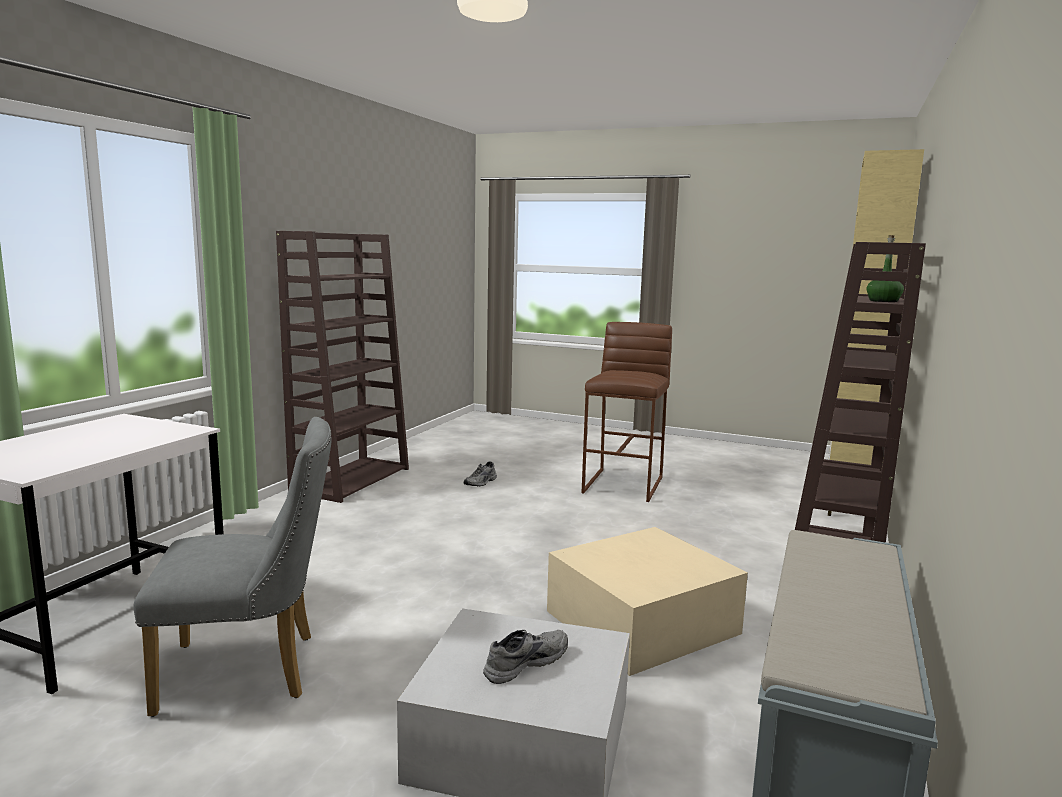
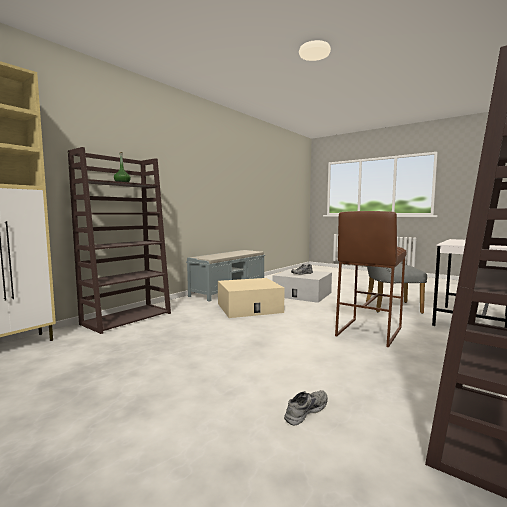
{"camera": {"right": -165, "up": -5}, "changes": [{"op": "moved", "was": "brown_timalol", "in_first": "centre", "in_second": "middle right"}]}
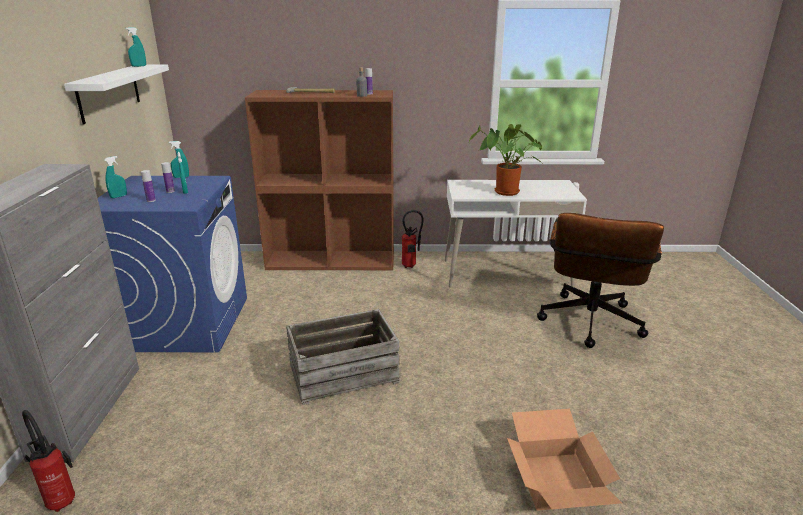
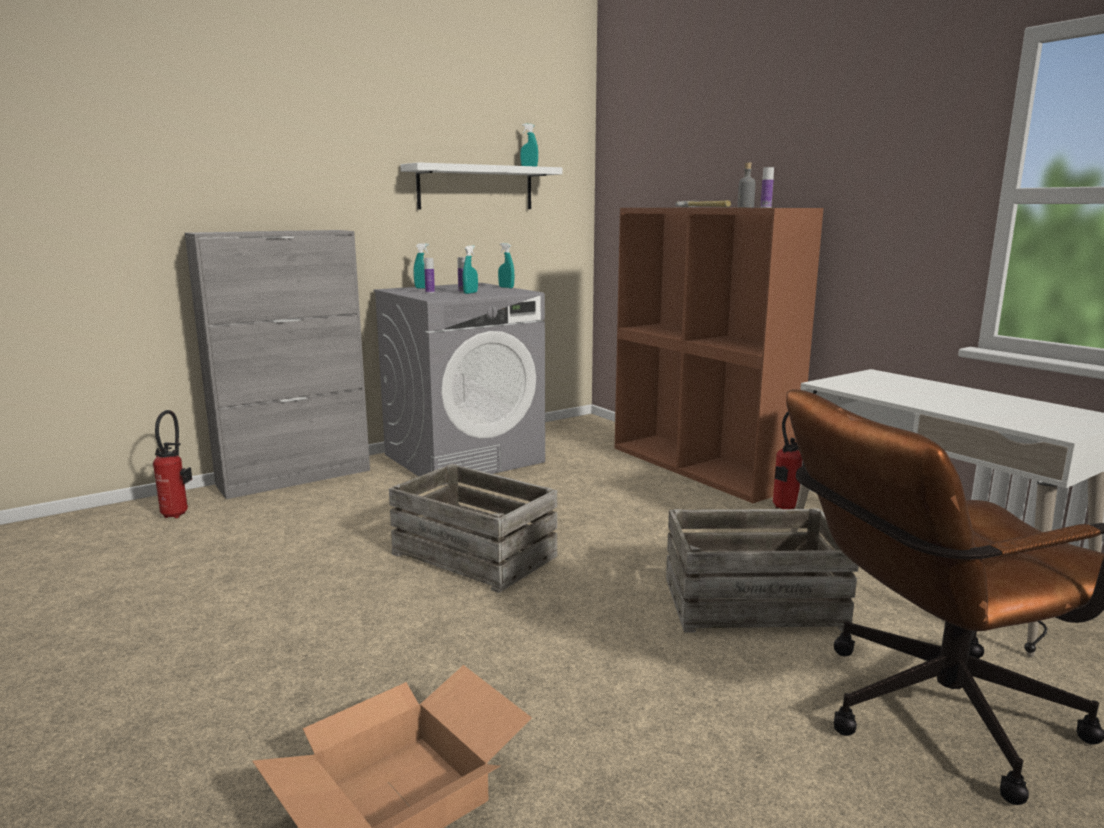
{"camera": {"right": 55, "up": -10}, "changes": [{"op": "removed", "was": "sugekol", "in_first": "top centre"}, {"op": "added", "now": "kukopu (2nd from left)", "in_second": "bottom right"}, {"op": "recoloured", "was": "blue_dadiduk", "now": "grey_dadiduk", "in_first": "middle left", "in_second": "centre"}]}
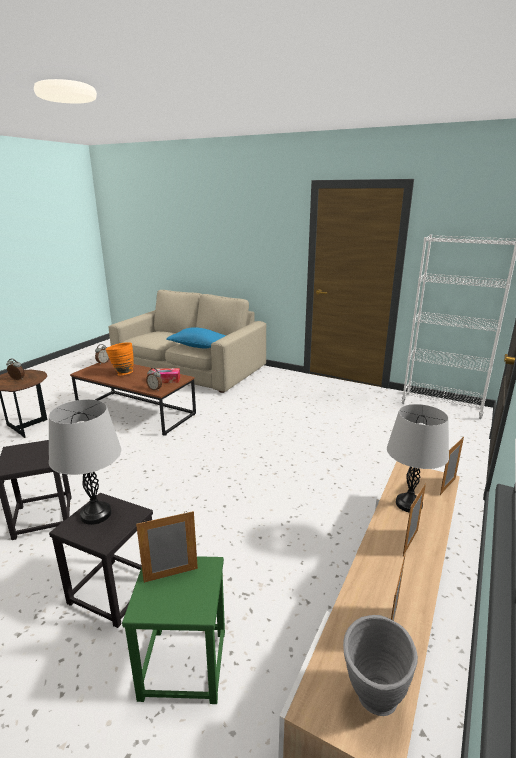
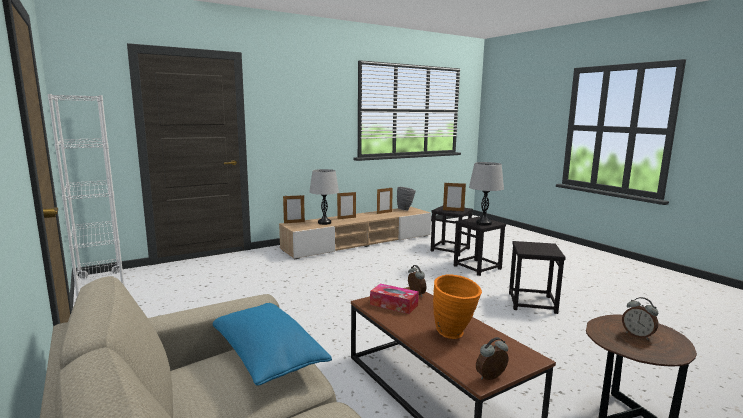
{"camera": {"right": -150, "up": -10}, "changes": [{"op": "recoloured", "was": "green_timalol", "now": "black_timalol (1st from left)", "in_first": "bottom centre", "in_second": "centre"}]}
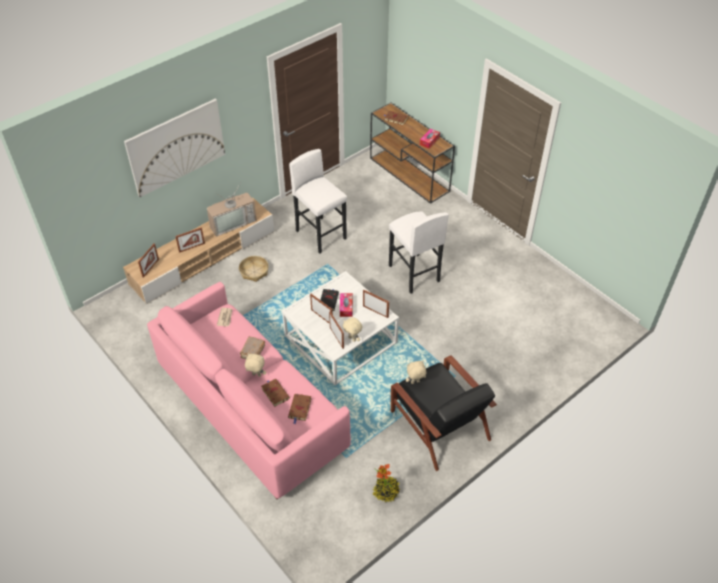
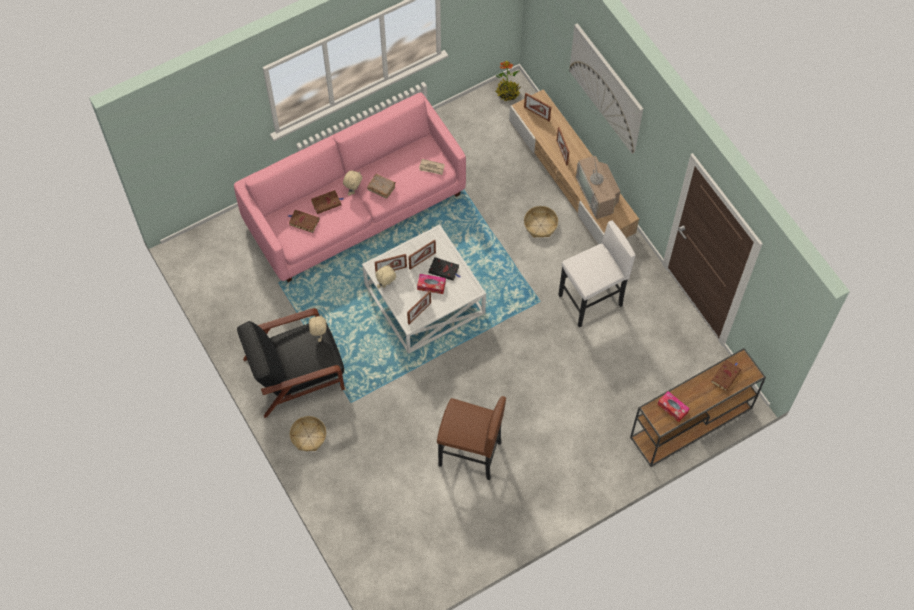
{"camera": {"right": 100, "up": 15}, "changes": [{"op": "removed", "was": "white_timalol (2nd from left)", "in_first": "centre"}, {"op": "added", "now": "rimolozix (1st from left)", "in_second": "bottom centre"}, {"op": "added", "now": "brown_timalol", "in_second": "bottom centre"}, {"op": "moved", "was": "sugekol", "in_first": "bottom centre", "in_second": "top centre"}]}
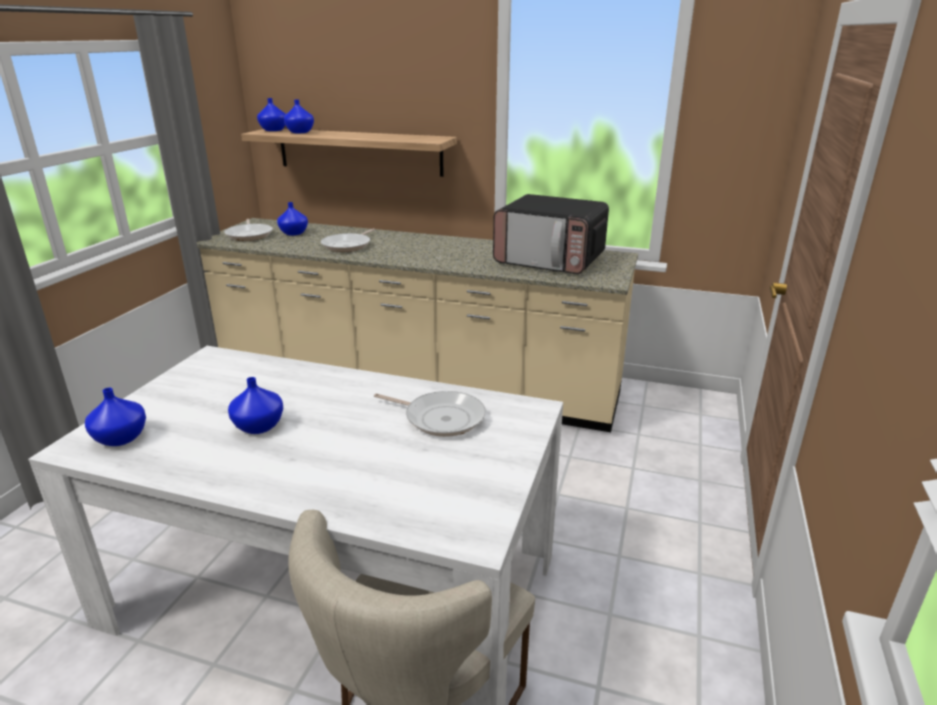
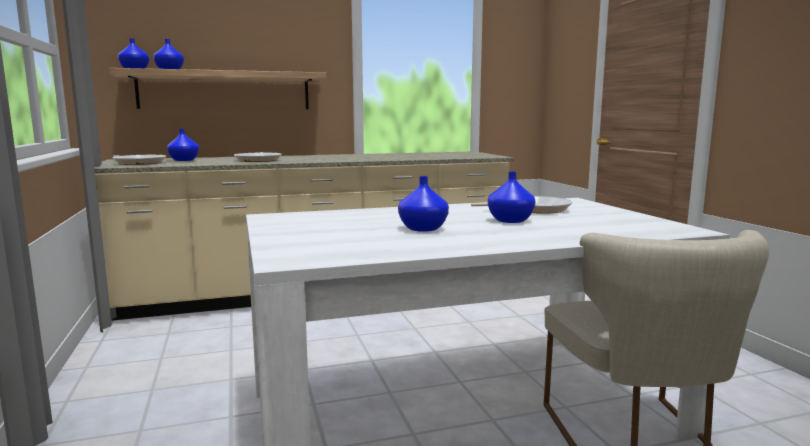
{"camera": {"right": -35, "up": -15}, "changes": [{"op": "removed", "was": "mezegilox", "in_first": "top centre"}, {"op": "moved", "was": "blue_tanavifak (1st from left in the first image)", "now": "blue_tanavifak (5th from left)", "in_first": "middle left", "in_second": "centre"}]}
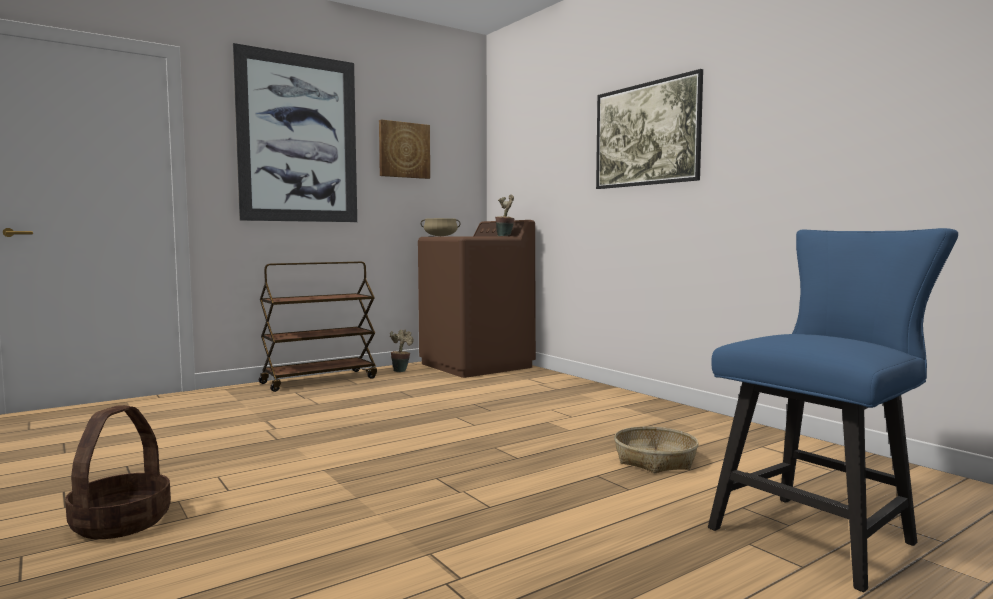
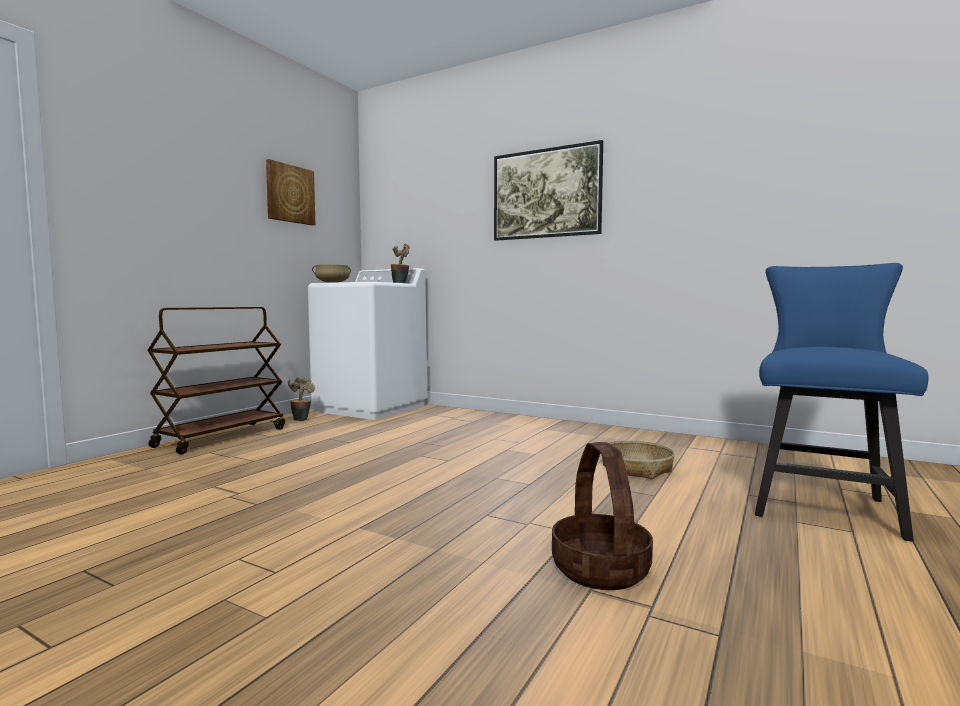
{"camera": {"right": -25, "up": 0}, "changes": [{"op": "removed", "was": "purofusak (1st from left)", "in_first": "top left"}, {"op": "moved", "was": "rimolozix (1st from left)", "in_first": "bottom left", "in_second": "bottom centre"}, {"op": "recoloured", "was": "brown_dadiduk", "now": "white_dadiduk", "in_first": "centre", "in_second": "centre"}]}
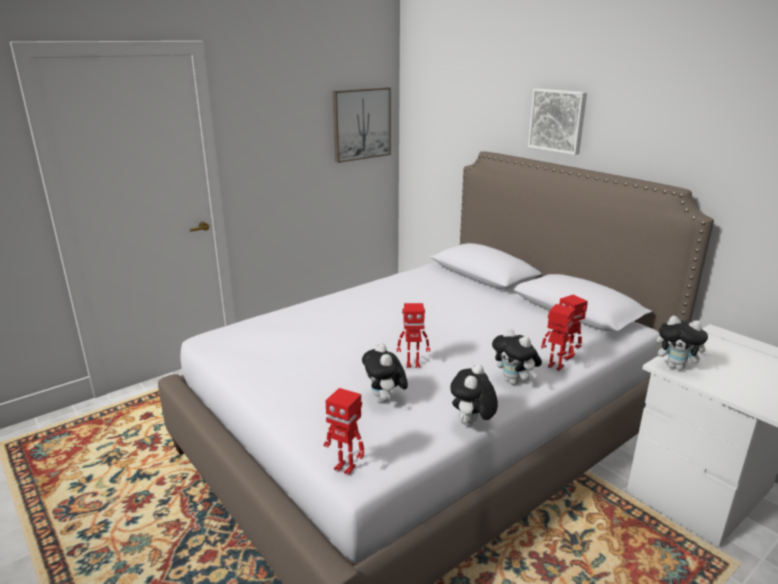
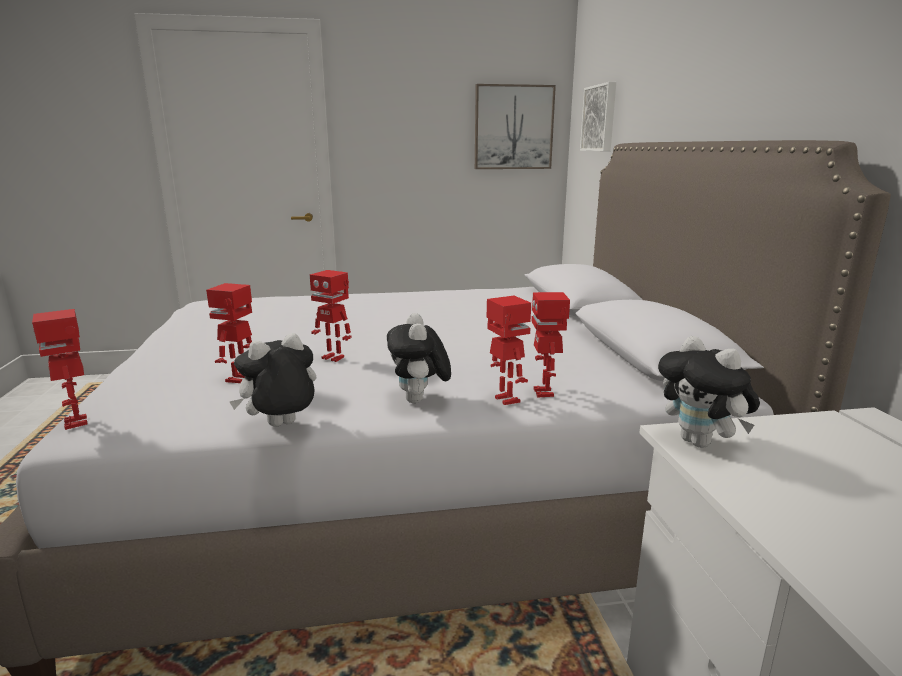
{"camera": {"right": 30, "up": -5}, "changes": [{"op": "moved", "was": "purofusak (2nd from left)", "in_first": "top right", "in_second": "top centre"}, {"op": "replaced", "was": "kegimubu (1st from left)", "now": "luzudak (2nd from left)", "in_first": "centre", "in_second": "middle left"}]}
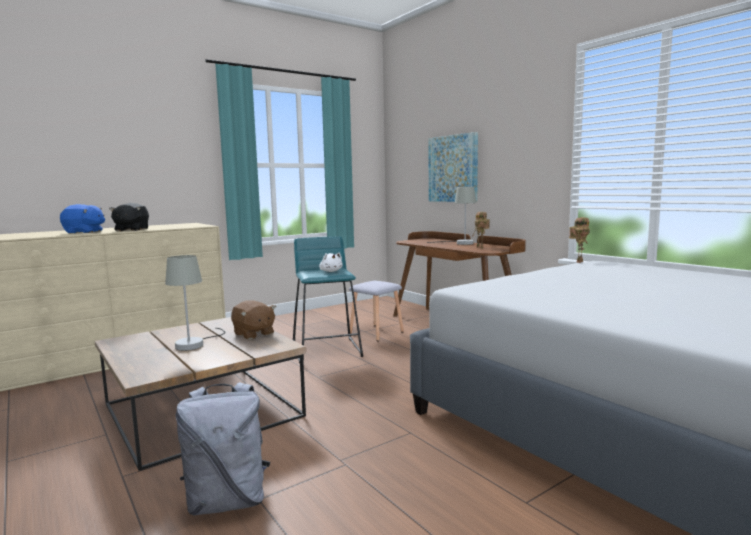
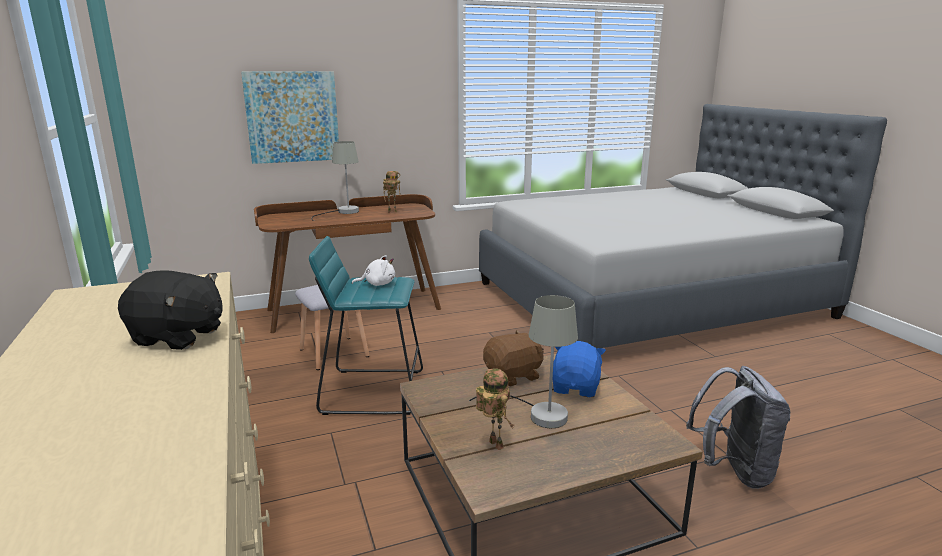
{"camera": {"right": -75, "up": 10}, "changes": [{"op": "moved", "was": "blue_kegimubu", "in_first": "middle left", "in_second": "centre"}, {"op": "moved", "was": "luzudak (2nd from left)", "in_first": "middle right", "in_second": "bottom centre"}]}
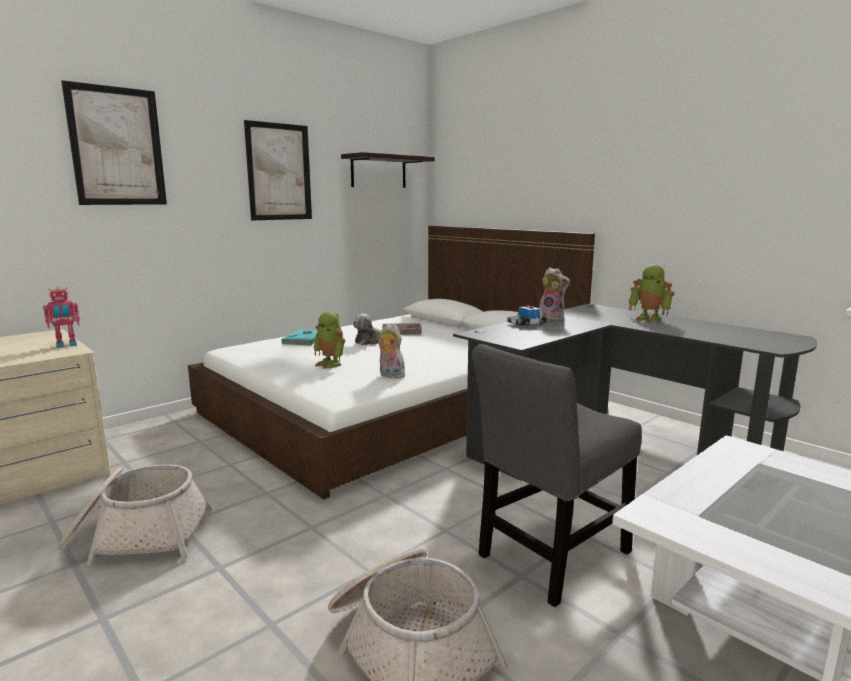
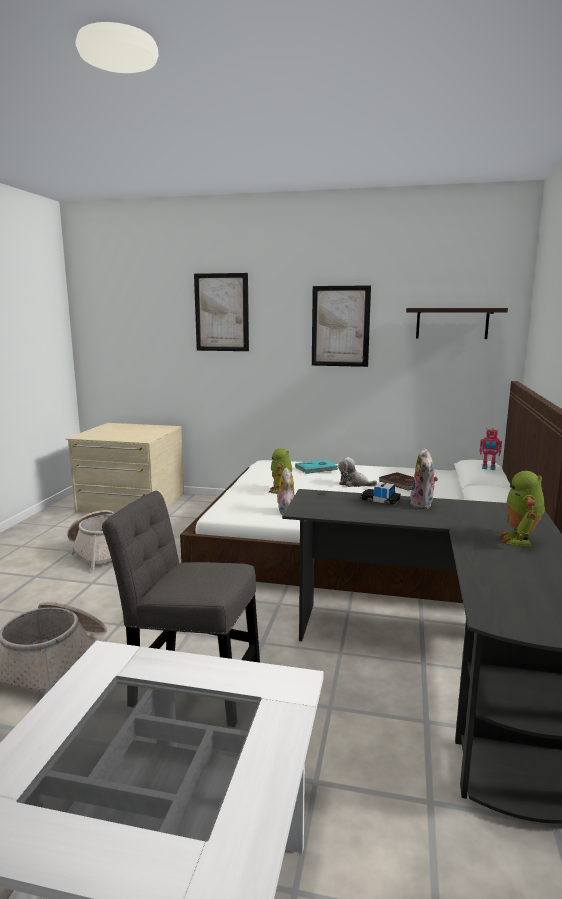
{"camera": {"right": 55, "up": 0}, "changes": [{"op": "moved", "was": "luzudak (1st from left in the first image)", "now": "luzudak (2nd from left)", "in_first": "middle left", "in_second": "middle right"}]}
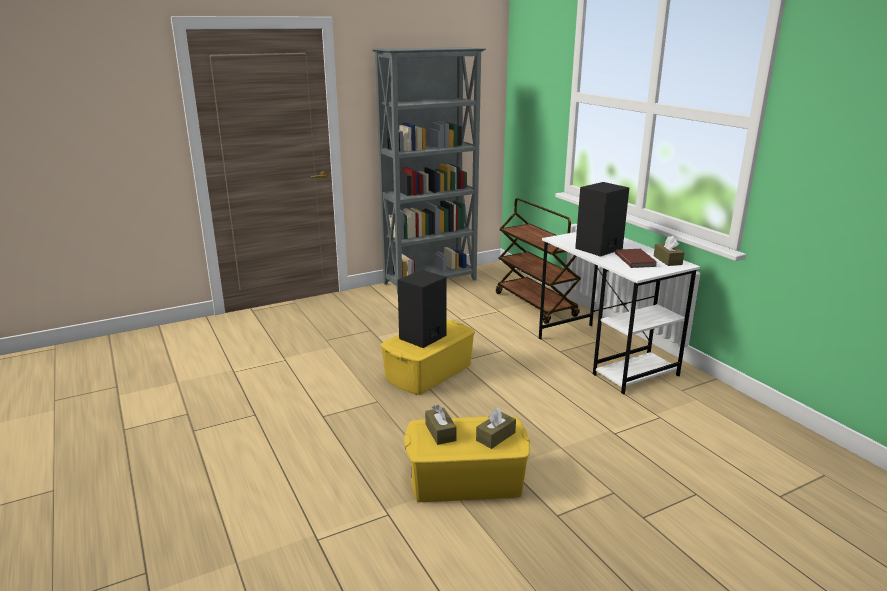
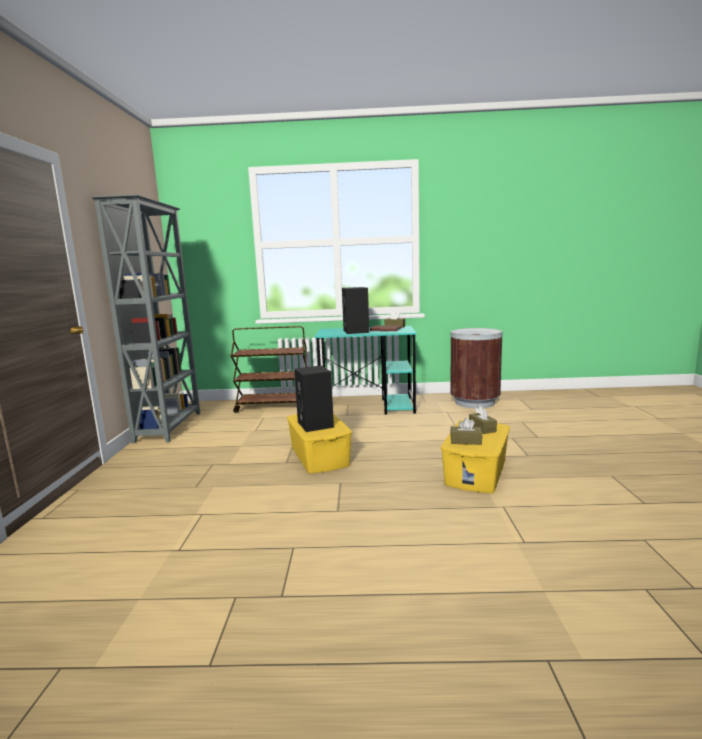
{"camera": {"right": -60, "up": -10}, "changes": [{"op": "added", "now": "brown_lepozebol", "in_second": "middle right"}, {"op": "recoloured", "was": "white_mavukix", "now": "turquoise_mavukix", "in_first": "middle right", "in_second": "centre"}]}
